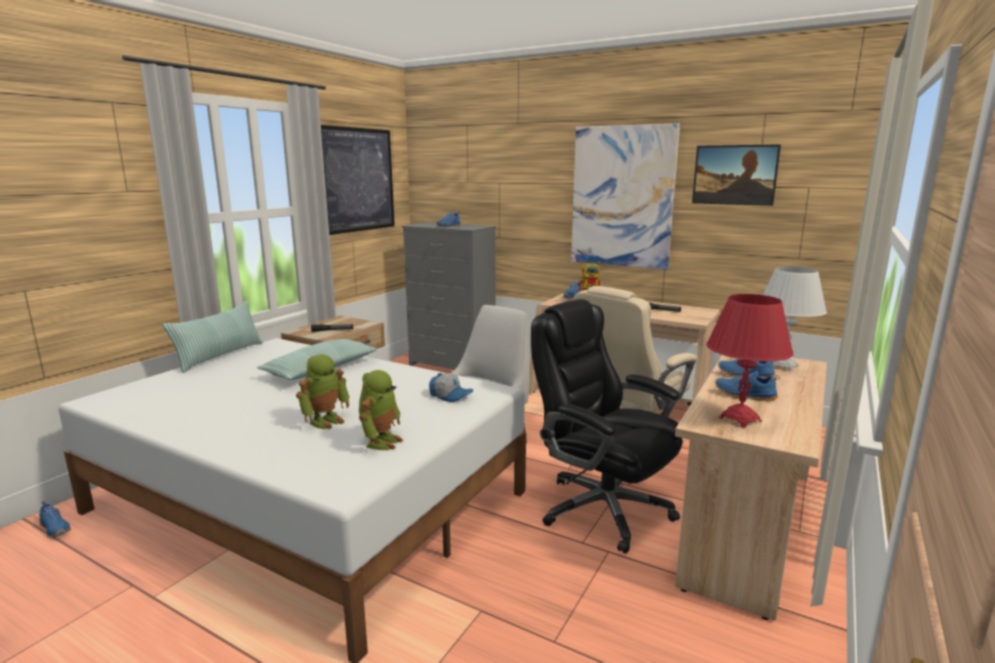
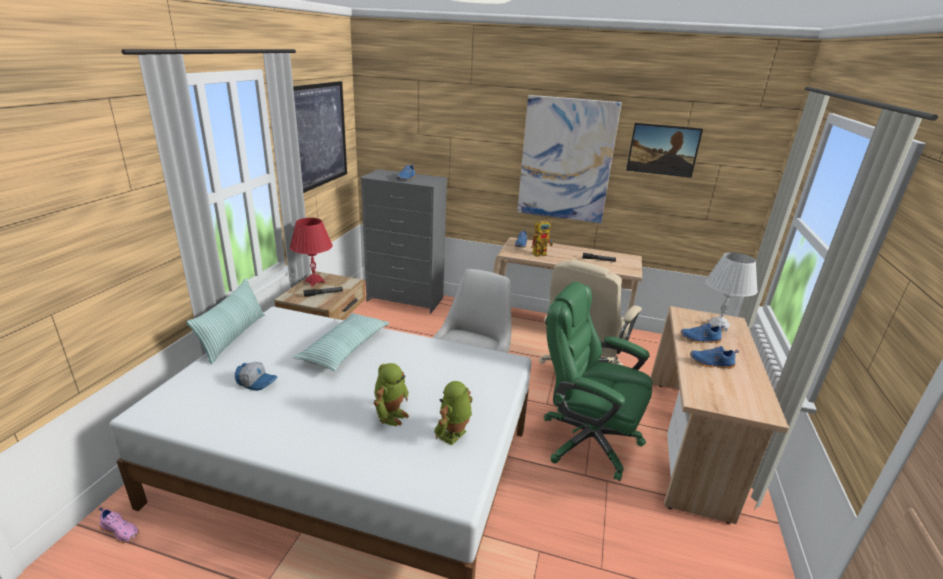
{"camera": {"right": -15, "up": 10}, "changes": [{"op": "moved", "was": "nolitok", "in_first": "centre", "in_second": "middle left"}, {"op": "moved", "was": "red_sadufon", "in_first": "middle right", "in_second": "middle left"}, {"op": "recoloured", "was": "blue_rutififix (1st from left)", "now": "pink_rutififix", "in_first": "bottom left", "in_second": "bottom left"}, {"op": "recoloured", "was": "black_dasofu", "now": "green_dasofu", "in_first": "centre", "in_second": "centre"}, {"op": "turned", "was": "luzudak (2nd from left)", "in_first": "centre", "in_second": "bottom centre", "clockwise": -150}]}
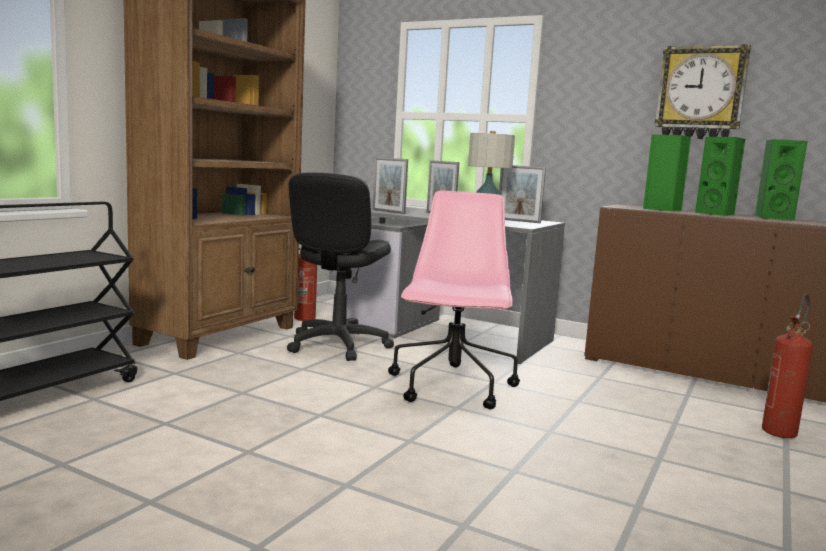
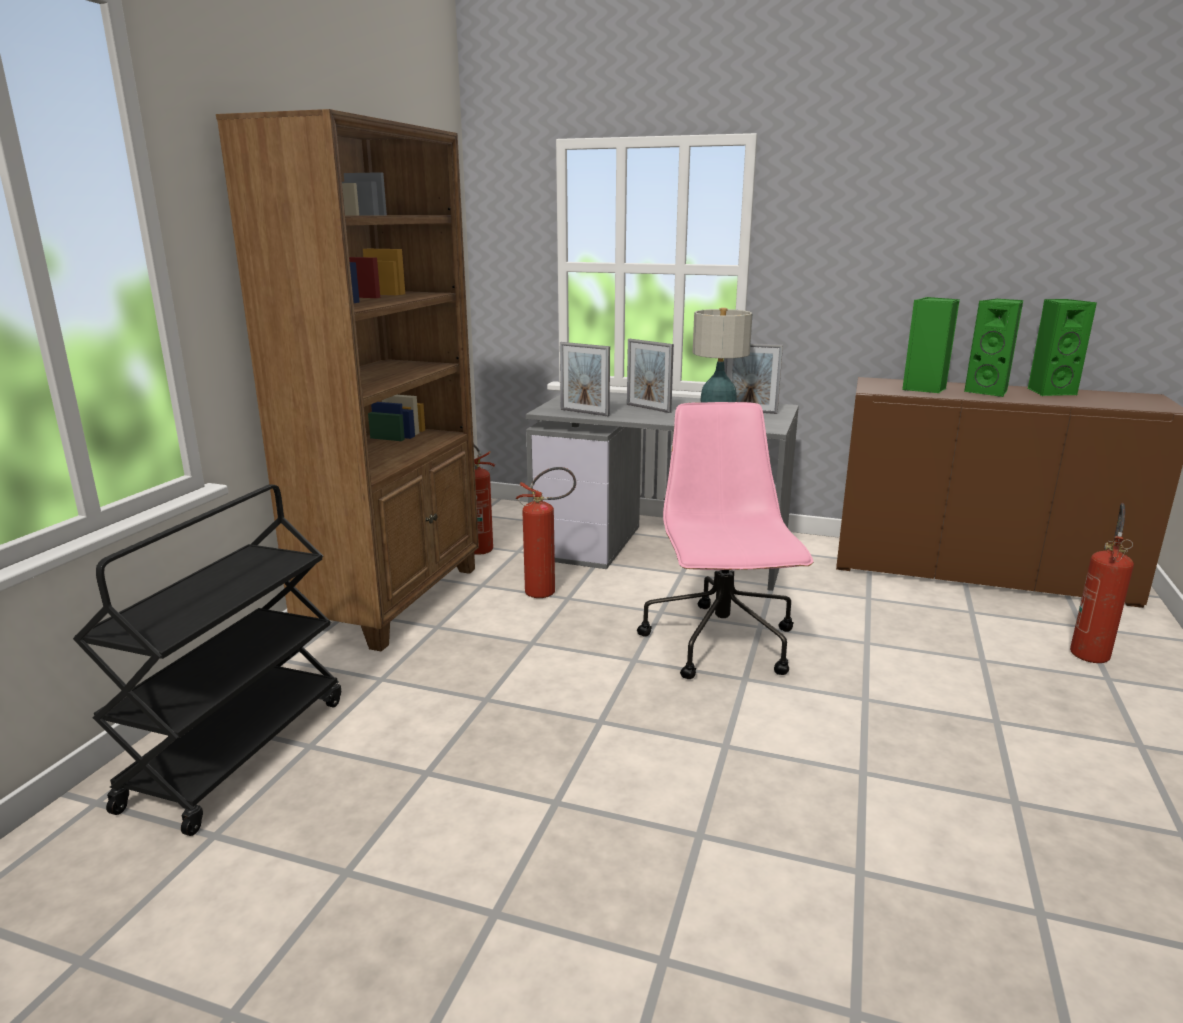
{"camera": {"right": -10, "up": 10}, "changes": [{"op": "removed", "was": "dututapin", "in_first": "top right"}, {"op": "replaced", "was": "black_dasofu", "now": "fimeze (2nd from left)", "in_first": "centre", "in_second": "centre"}]}
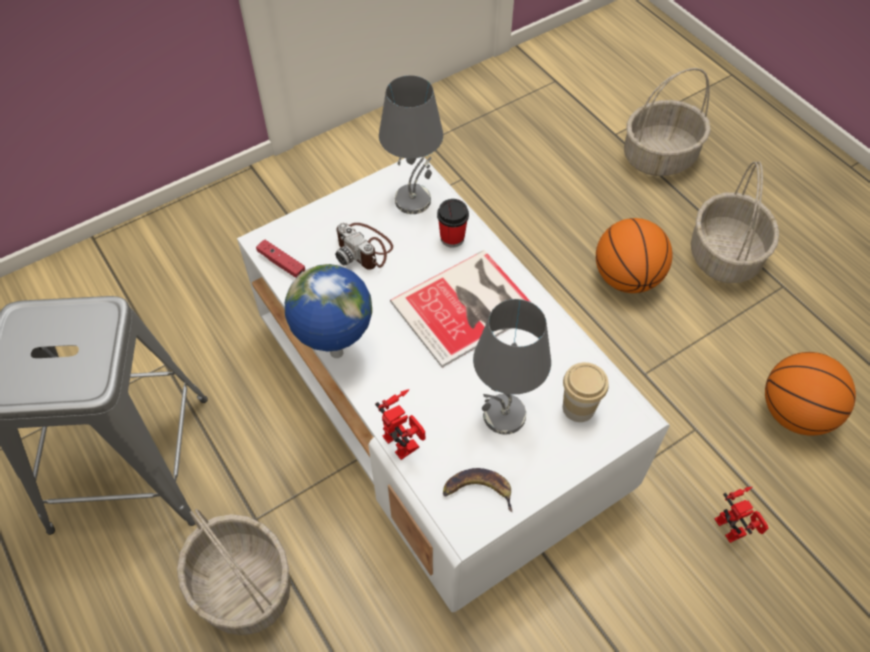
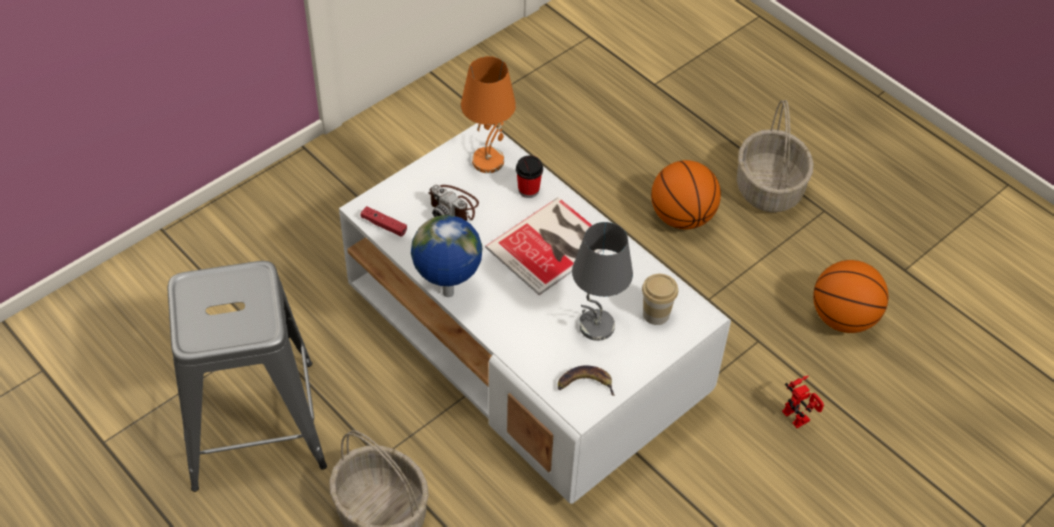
{"camera": {"right": -10, "up": -5}, "changes": [{"op": "removed", "was": "luzudak (1st from left)", "in_first": "centre"}, {"op": "removed", "was": "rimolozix (2nd from left)", "in_first": "top right"}, {"op": "recoloured", "was": "grey_sadufon (1st from left)", "now": "orange_sadufon", "in_first": "top centre", "in_second": "top centre"}]}
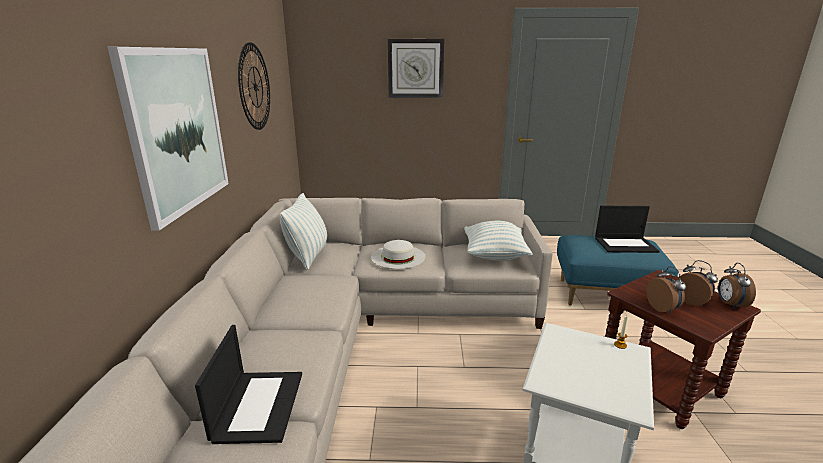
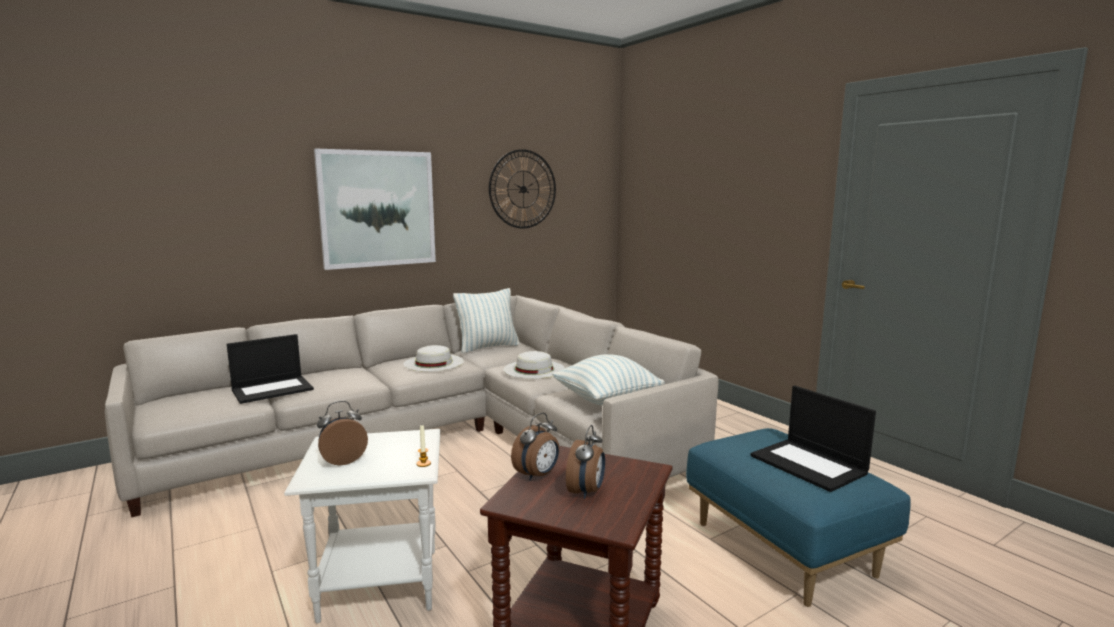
{"camera": {"right": 55, "up": -10}, "changes": [{"op": "removed", "was": "dututapin (2nd from left)", "in_first": "top centre"}, {"op": "added", "now": "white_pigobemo (1st from left)", "in_second": "centre"}, {"op": "moved", "was": "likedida (3rd from left in the first image)", "now": "likedida (1st from left)", "in_first": "middle right", "in_second": "bottom left"}]}
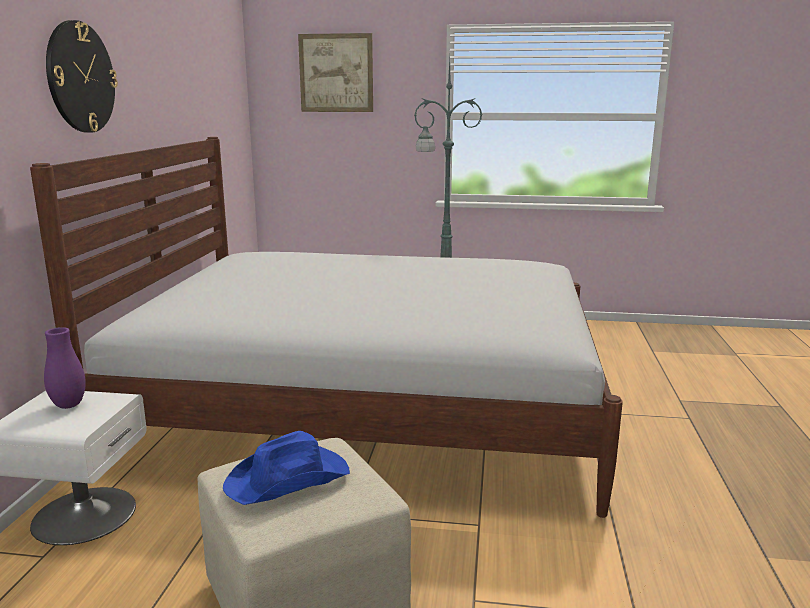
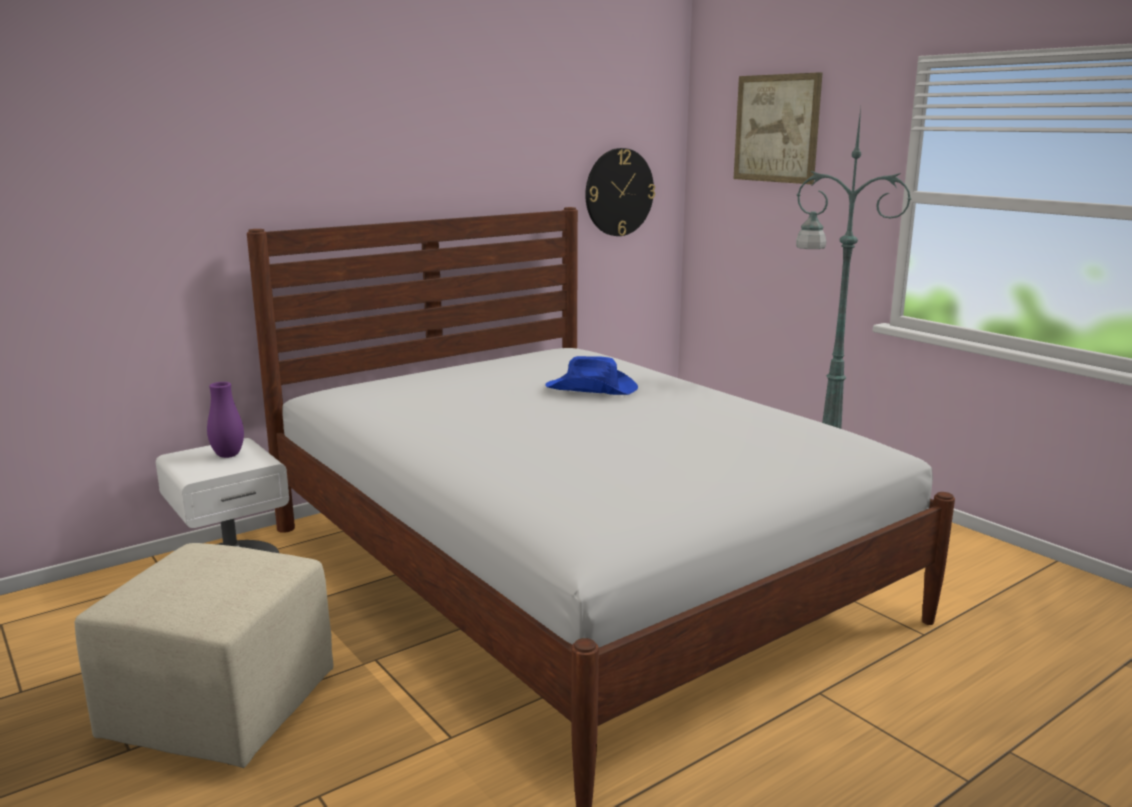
{"camera": {"right": 45, "up": 0}, "changes": [{"op": "moved", "was": "dututapin", "in_first": "top left", "in_second": "top centre"}, {"op": "moved", "was": "blue_pigobemo", "in_first": "bottom centre", "in_second": "centre"}]}
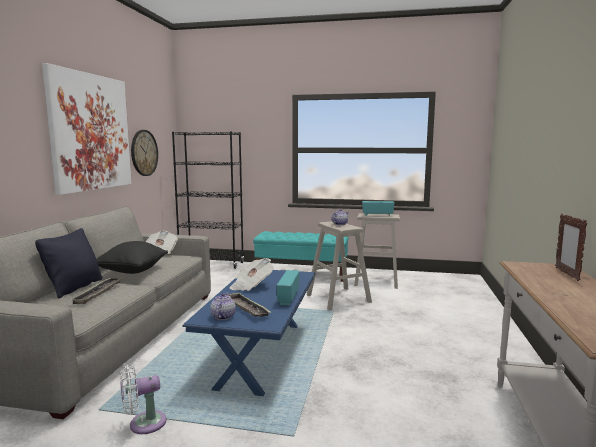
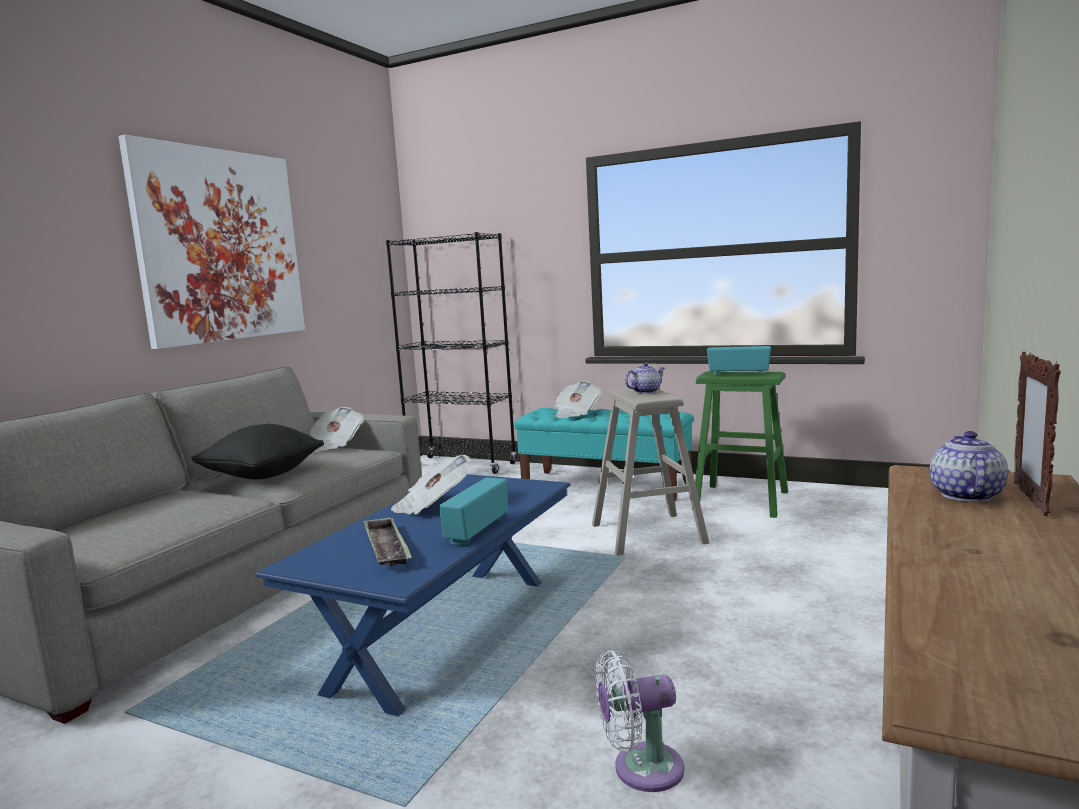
{"camera": {"right": 15, "up": 0}, "changes": [{"op": "removed", "was": "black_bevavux (1st from left)", "in_first": "middle left"}, {"op": "removed", "was": "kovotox (1st from left)", "in_first": "middle left"}, {"op": "removed", "was": "dututapin", "in_first": "middle left"}, {"op": "added", "now": "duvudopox (3rd from left)", "in_second": "centre"}, {"op": "moved", "was": "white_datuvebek", "in_first": "bottom left", "in_second": "bottom centre"}, {"op": "moved", "was": "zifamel (1st from left in the first image)", "now": "zifamel (2nd from left)", "in_first": "bottom centre", "in_second": "middle right"}, {"op": "recoloured", "was": "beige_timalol (2nd from left)", "now": "green_timalol", "in_first": "centre", "in_second": "middle right"}]}
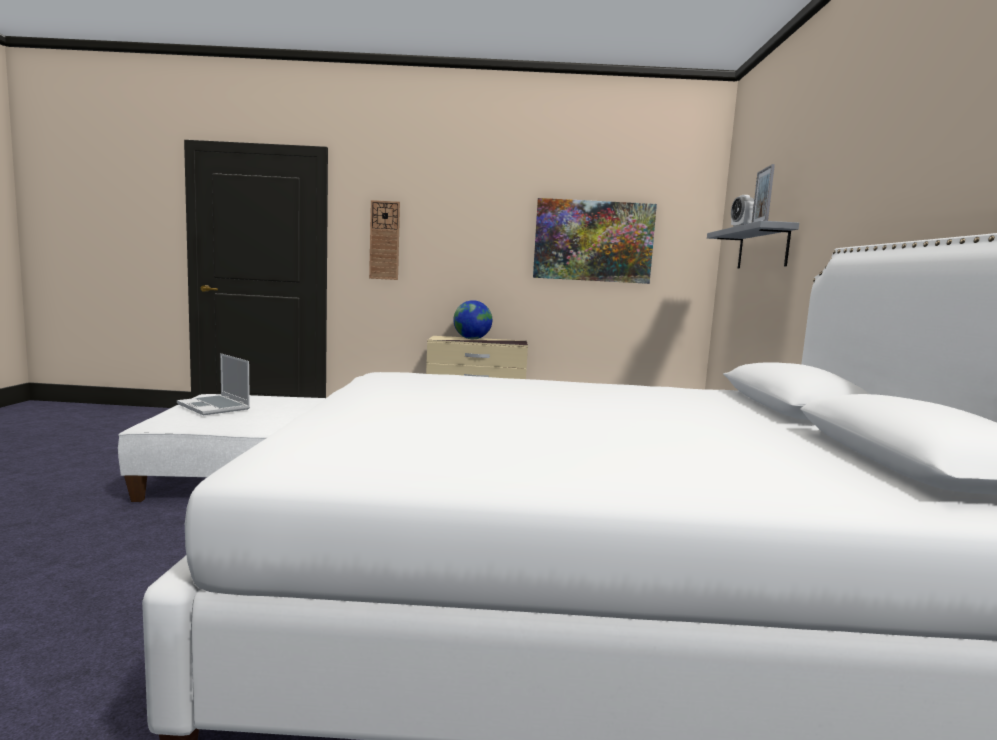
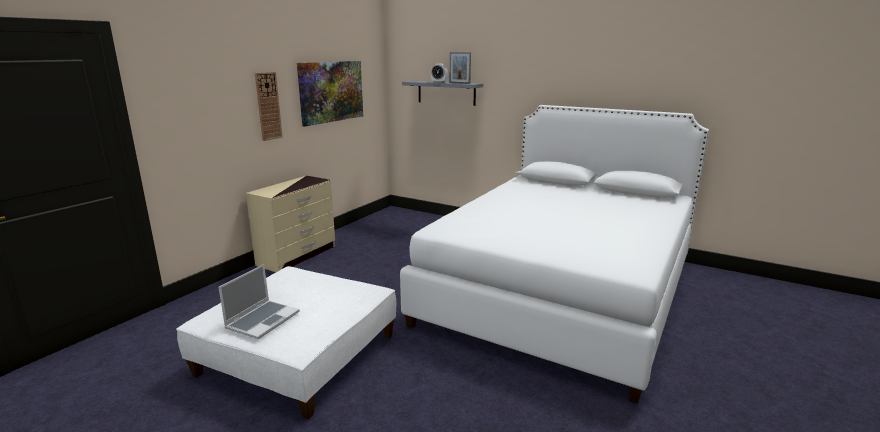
{"camera": {"right": -60, "up": 10}, "changes": [{"op": "removed", "was": "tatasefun", "in_first": "centre"}, {"op": "moved", "was": "dututapin", "in_first": "top centre", "in_second": "top left"}, {"op": "turned", "was": "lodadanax", "in_first": "middle left", "in_second": "bottom left", "clockwise": -45}]}
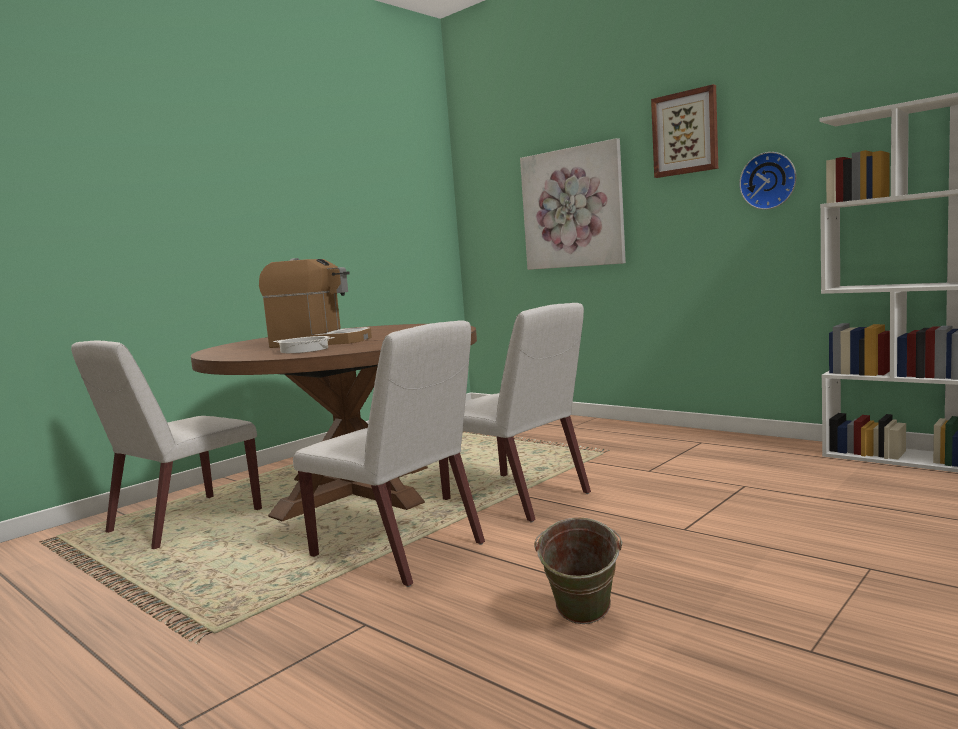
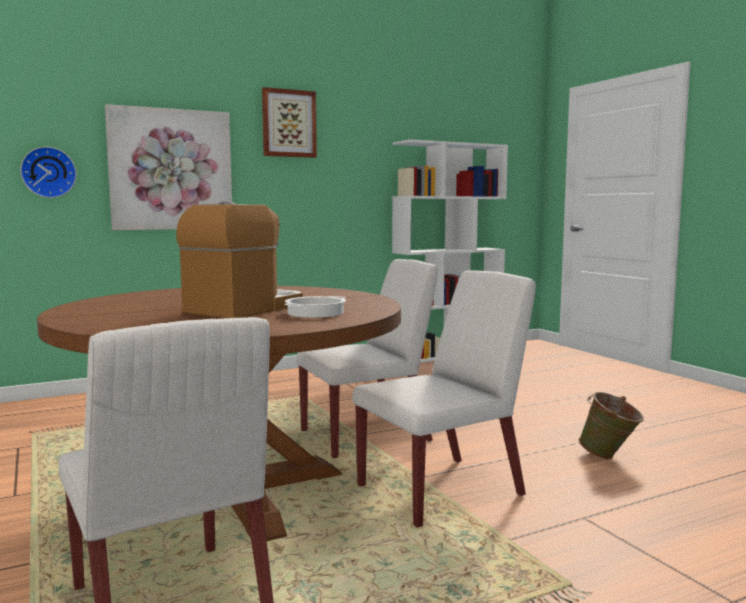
{"camera": {"right": -70, "up": 0}, "changes": [{"op": "moved", "was": "dututapin", "in_first": "top right", "in_second": "top left"}]}
